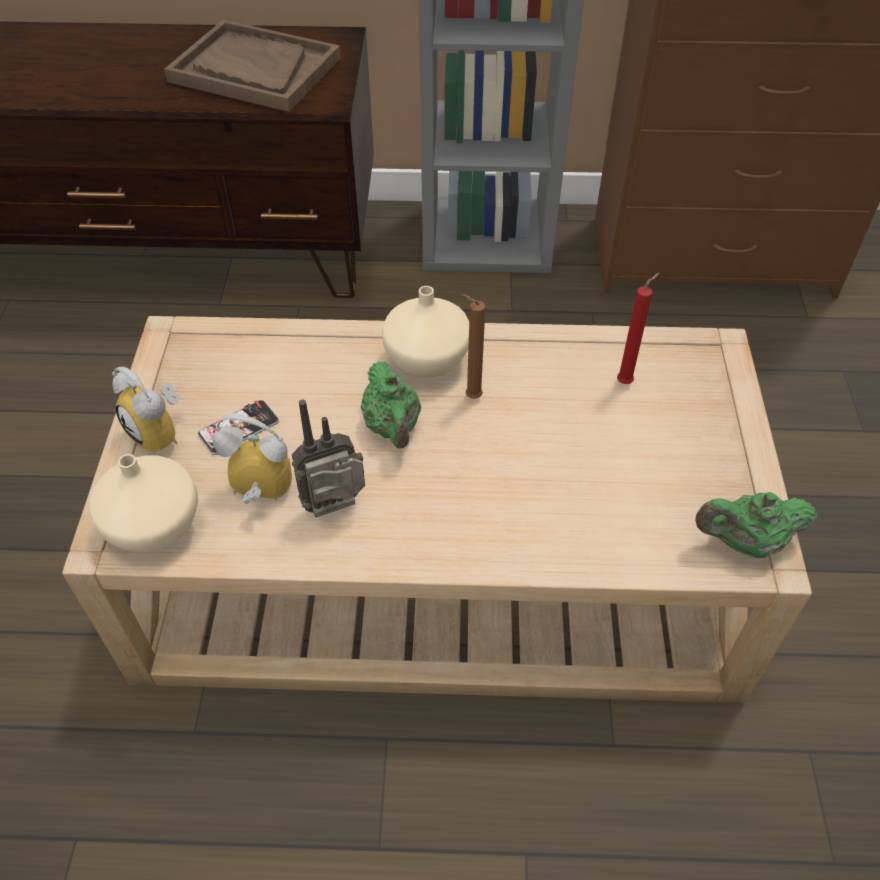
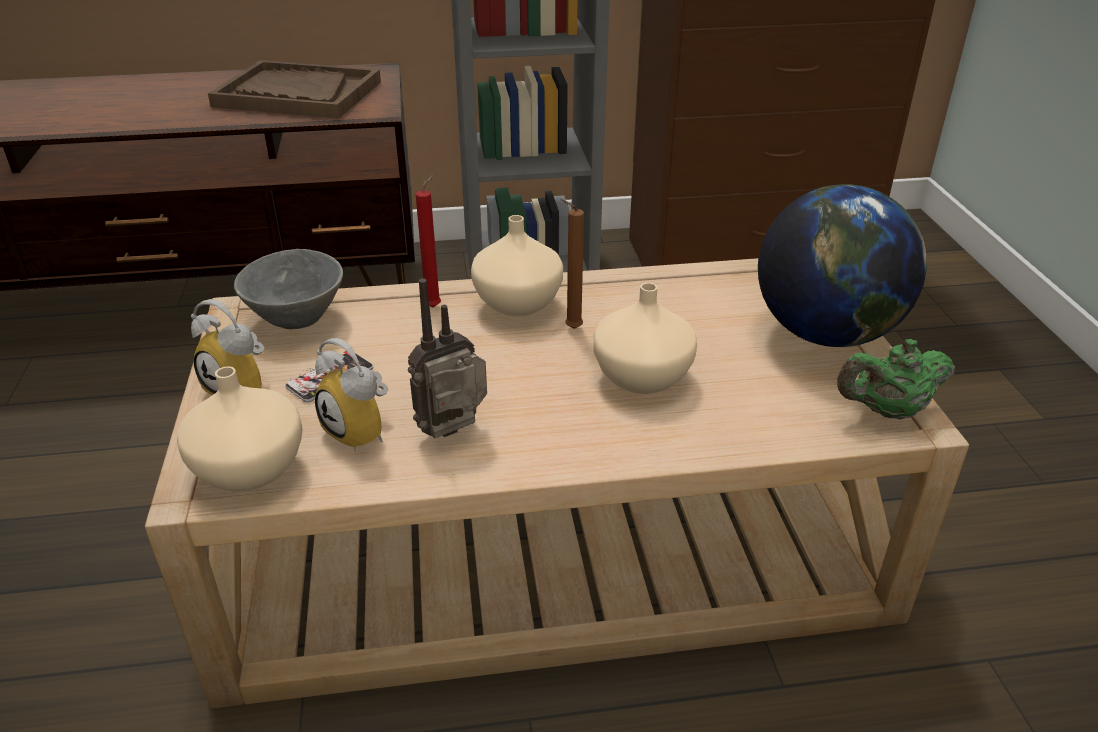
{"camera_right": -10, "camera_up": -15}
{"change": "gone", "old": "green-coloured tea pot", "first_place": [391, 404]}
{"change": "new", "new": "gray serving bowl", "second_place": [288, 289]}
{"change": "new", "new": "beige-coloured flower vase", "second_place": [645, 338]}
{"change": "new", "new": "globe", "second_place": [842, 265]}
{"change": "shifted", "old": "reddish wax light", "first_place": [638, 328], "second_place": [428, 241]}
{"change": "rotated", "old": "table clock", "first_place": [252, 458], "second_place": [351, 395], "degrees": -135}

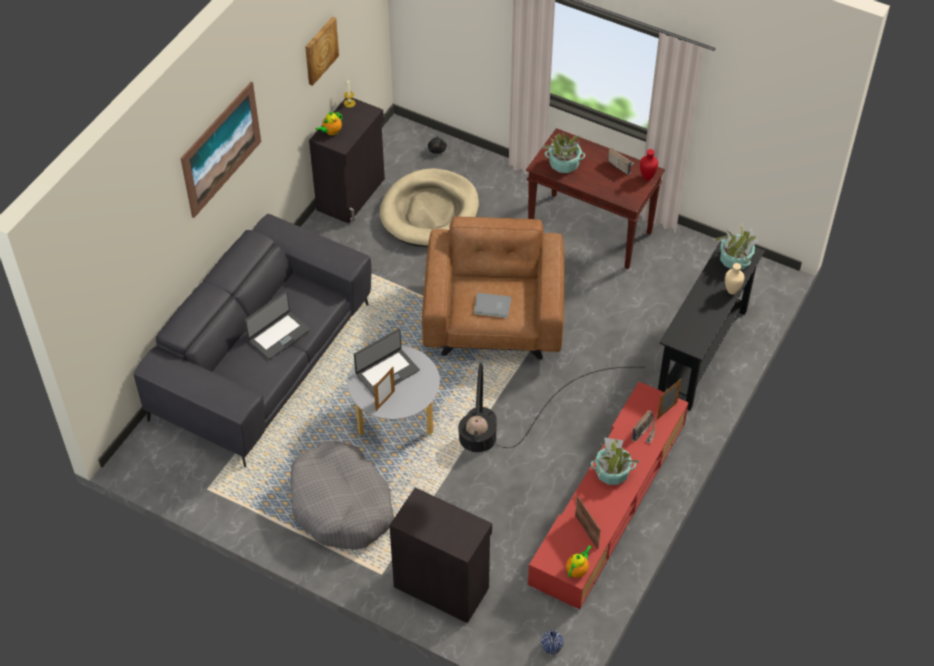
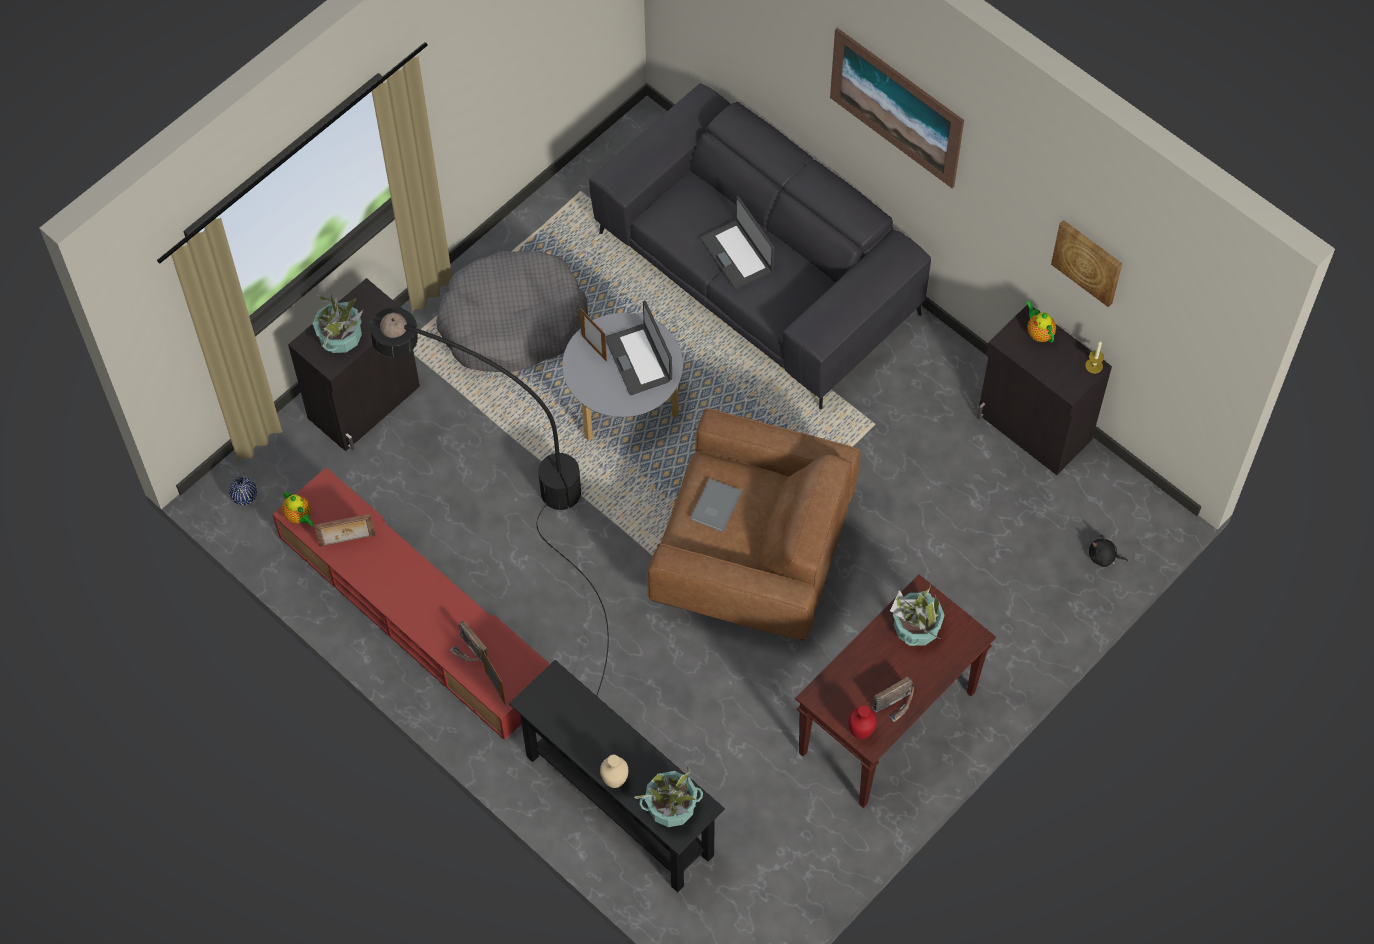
{"camera_right": 105, "camera_up": 10}
{"change": "gone", "old": "beige-coloured pet bed", "first_place": [429, 207]}
{"change": "shifted", "old": "potted plant", "first_place": [615, 461], "second_place": [338, 323]}

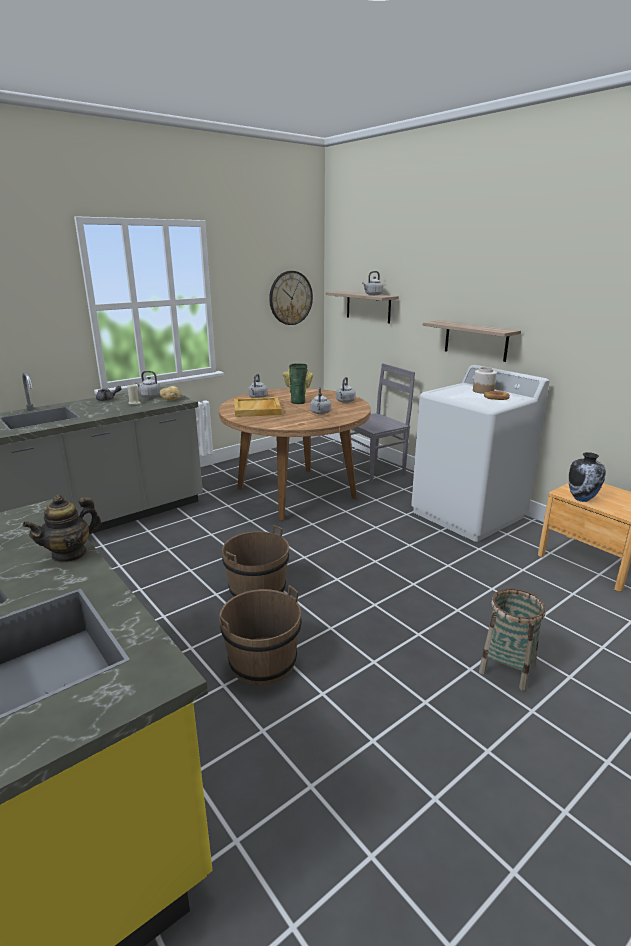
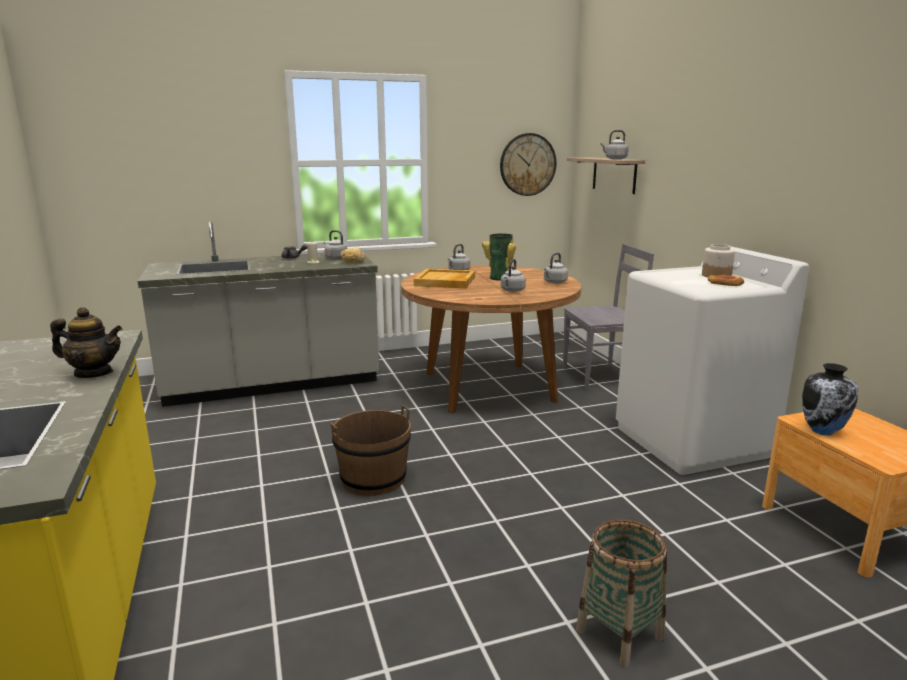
{"camera_right": 20, "camera_up": -5}
{"change": "gone", "old": "brownish pail", "first_place": [260, 635]}
{"change": "gone", "old": "wall shelf", "first_place": [472, 341]}
{"change": "rotated", "old": "tea pot", "first_place": [62, 528], "second_place": [86, 342], "degrees": -150}

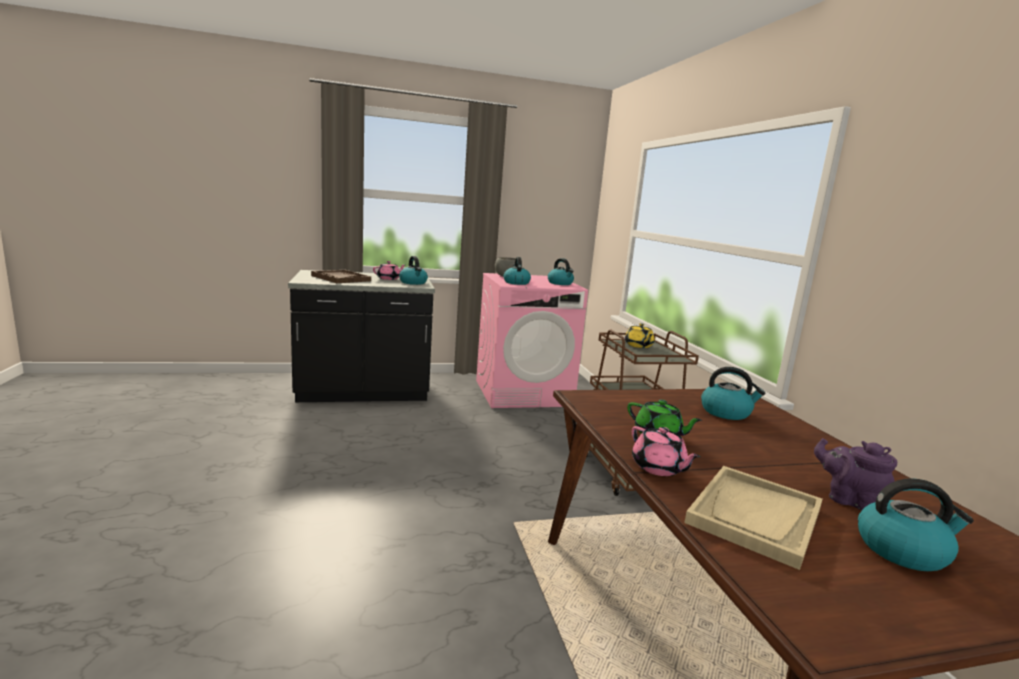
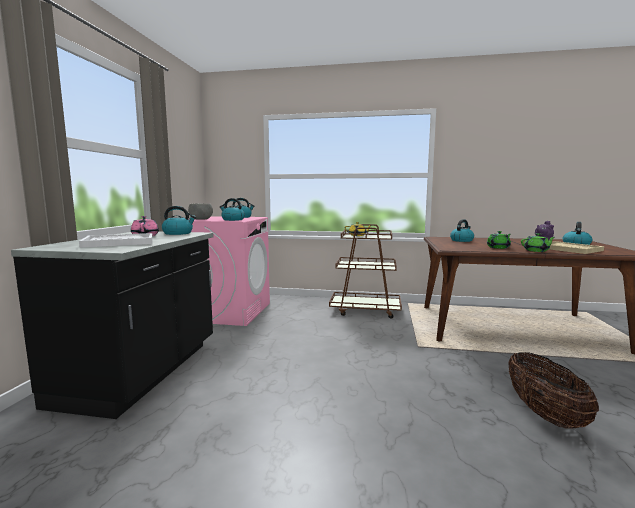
{"camera_right": -65, "camera_up": -5}
{"change": "new", "new": "storage basket", "second_place": [553, 390]}
{"change": "repainted", "old": "brownish carrying tray", "new": "whitish carrying tray", "first_place": [341, 276], "second_place": [116, 240]}
{"change": "repainted", "old": "pinkish tea pot", "new": "green-coloured tea pot", "first_place": [666, 451], "second_place": [538, 242]}

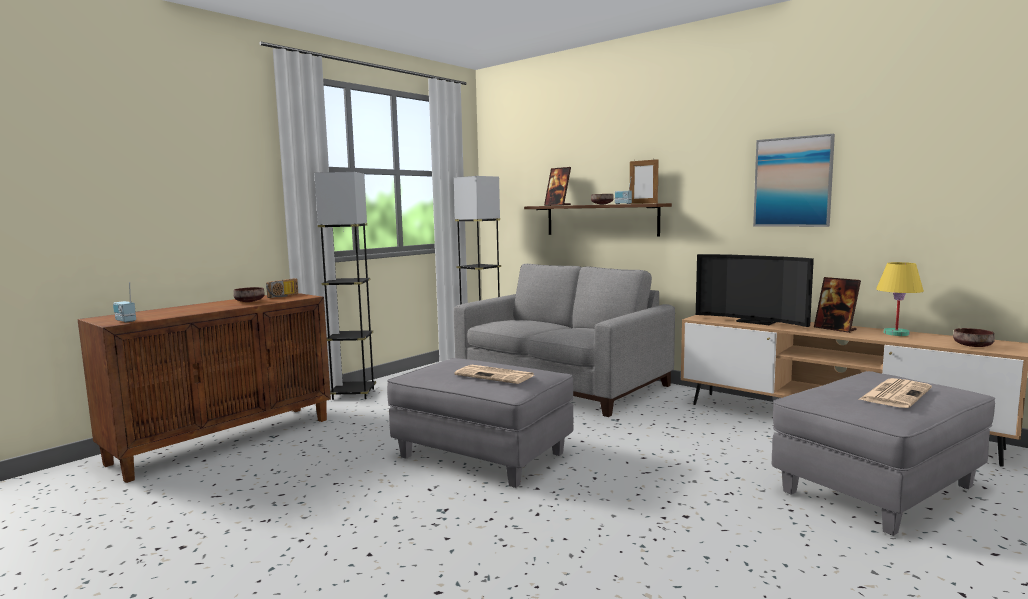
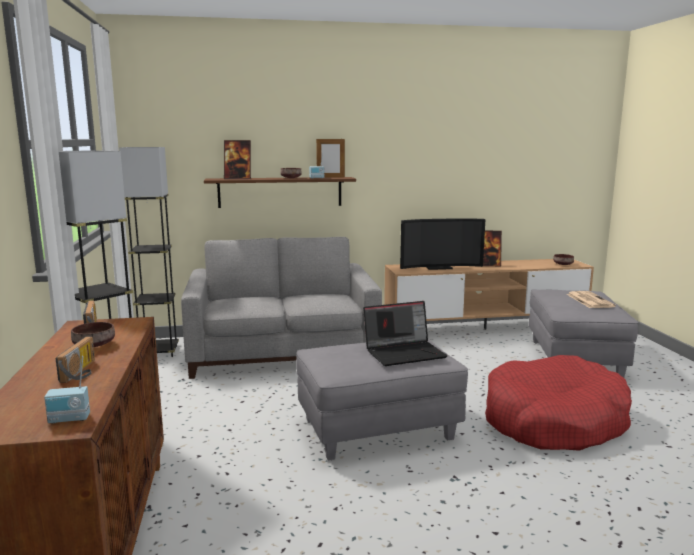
{"camera_right": -50, "camera_up": 5}
{"change": "gone", "old": "wall art", "first_place": [794, 180]}
{"change": "gone", "old": "yellow tabletop lamp", "first_place": [900, 299]}
{"change": "new", "new": "radio set", "second_place": [75, 360]}
{"change": "new", "new": "reddish pet bed", "second_place": [558, 403]}
{"change": "swapped", "old": "newspaper", "new": "portable computer", "first_place": [494, 374], "second_place": [405, 333]}

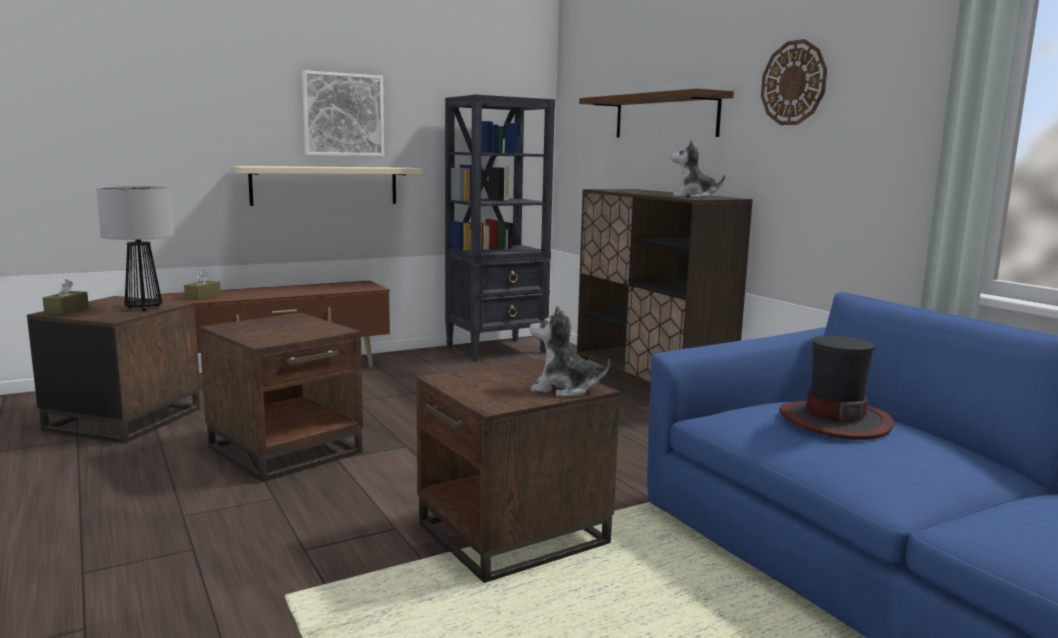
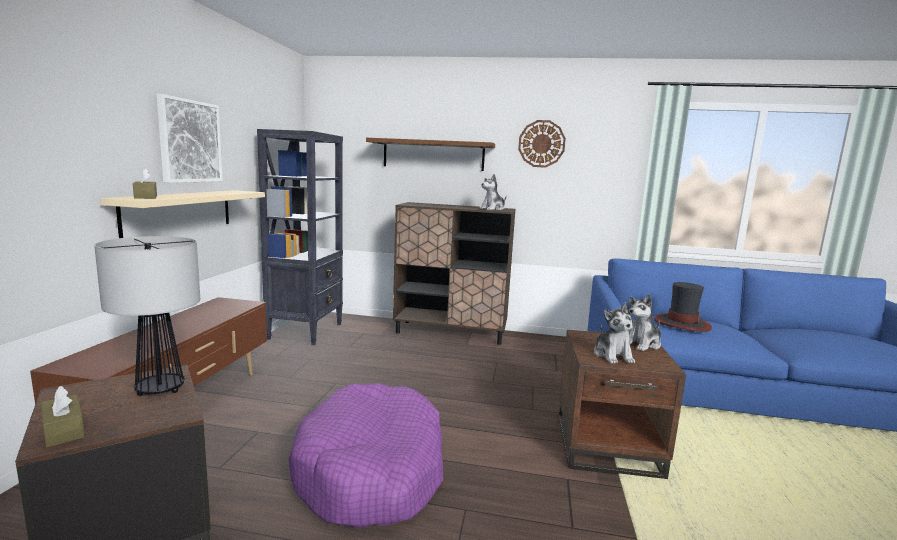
{"camera_right": -50, "camera_up": 0}
{"change": "new", "new": "soft toy", "second_place": [614, 333]}
{"change": "shifted", "old": "brownish box of tissues", "first_place": [202, 285], "second_place": [145, 183]}
{"change": "swapped", "old": "brownish accent table", "new": "purple-coloured pet bed", "first_place": [281, 397], "second_place": [365, 455]}

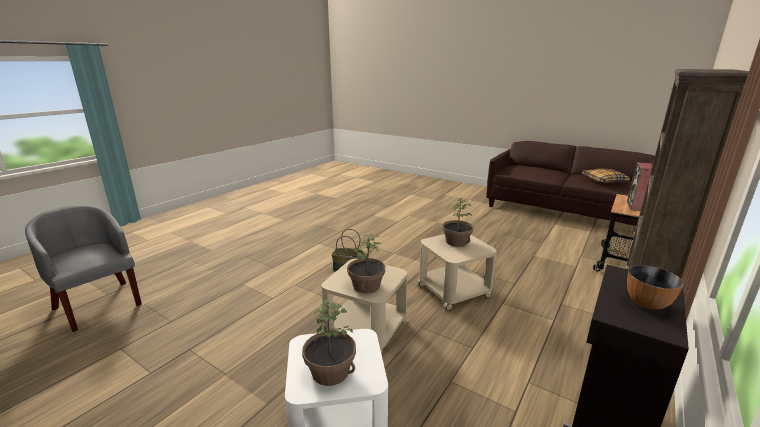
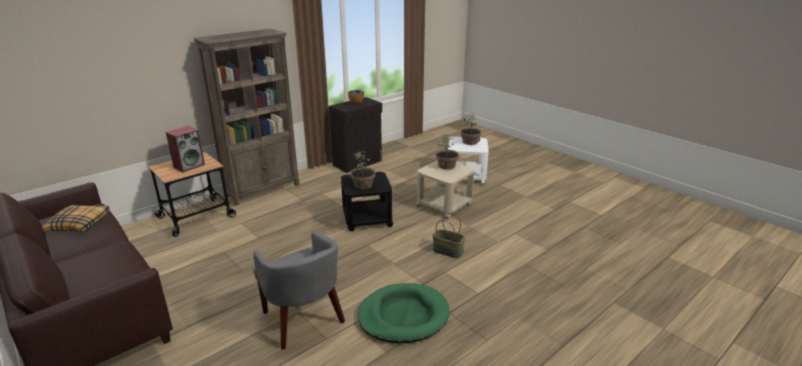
{"camera_right": -165, "camera_up": 5}
{"change": "new", "new": "green-coloured pet bed", "second_place": [403, 313]}
{"change": "shifted", "old": "gray easy chair", "first_place": [83, 268], "second_place": [299, 290]}
{"change": "repainted", "old": "beige-coloured accent table", "new": "black-coloured accent table", "first_place": [457, 272], "second_place": [367, 201]}

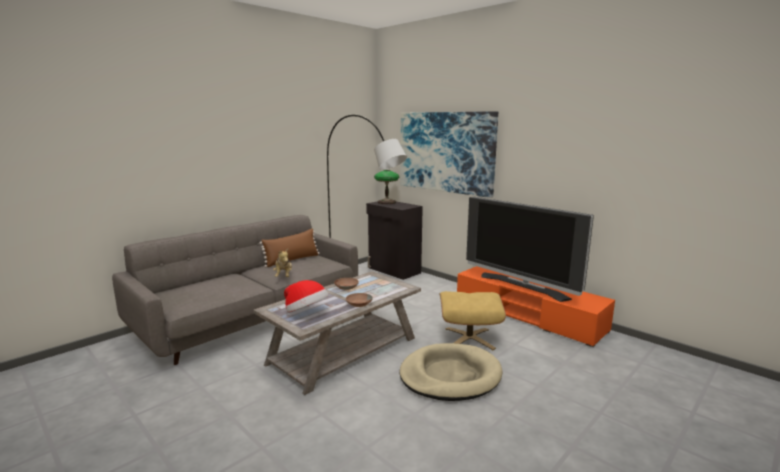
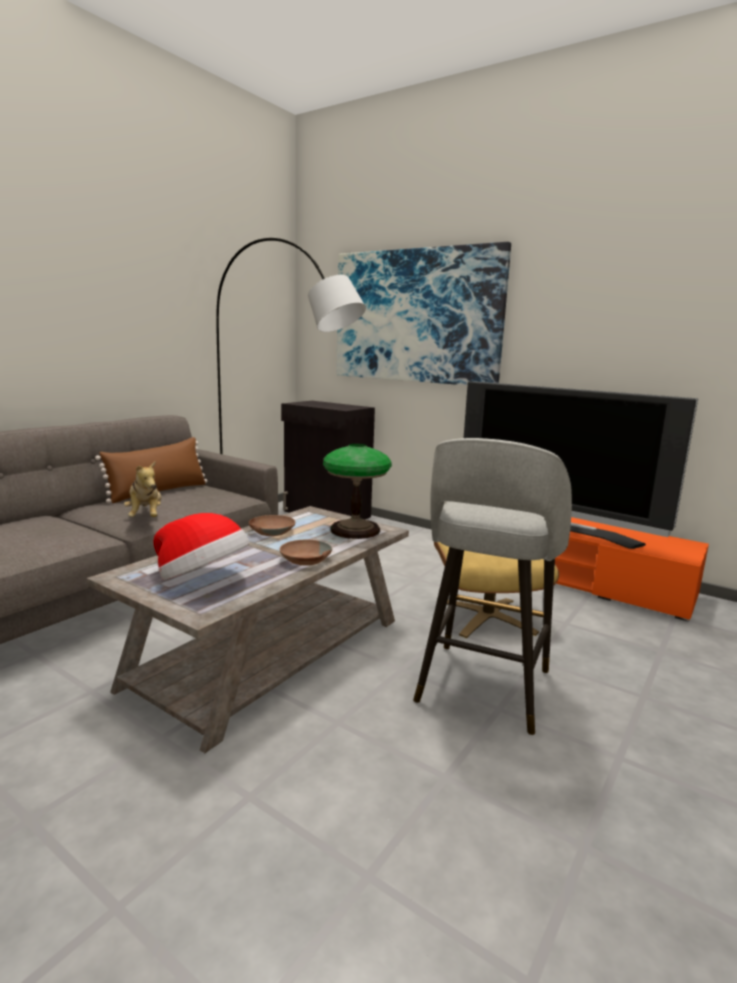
{"camera_right": -10, "camera_up": 0}
{"change": "shifted", "old": "tabletop lamp", "first_place": [386, 187], "second_place": [357, 491]}
{"change": "swapped", "old": "beige-coloured pet bed", "new": "gray stool seat", "first_place": [451, 372], "second_place": [492, 586]}

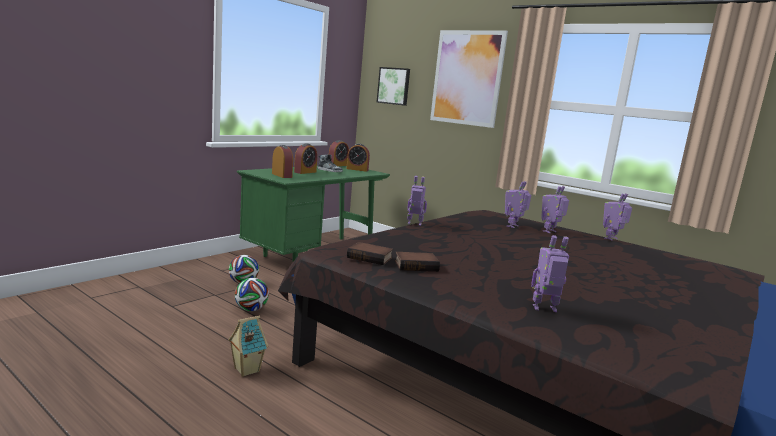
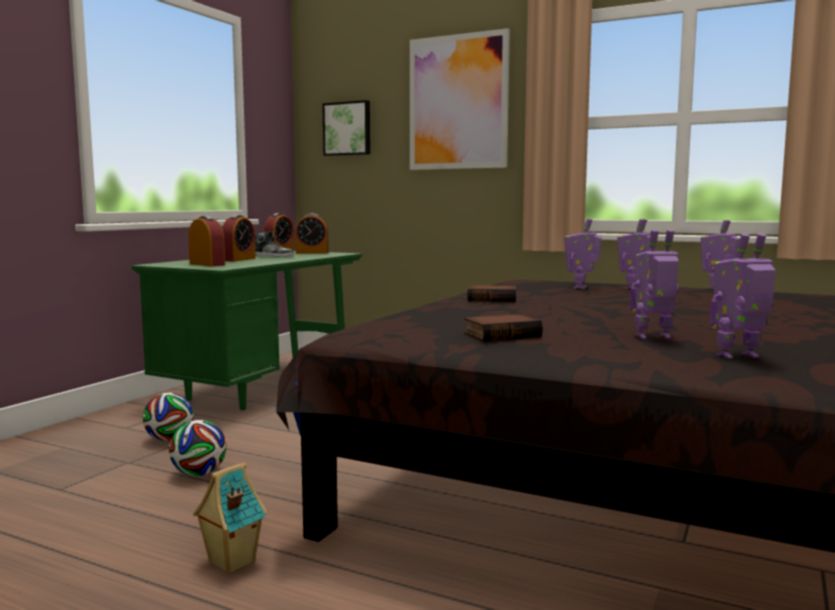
{"camera_right": -10, "camera_up": -5}
{"change": "shifted", "old": "book", "first_place": [370, 253], "second_place": [491, 293]}
{"change": "shifted", "old": "model robot", "first_place": [417, 201], "second_place": [654, 284]}

